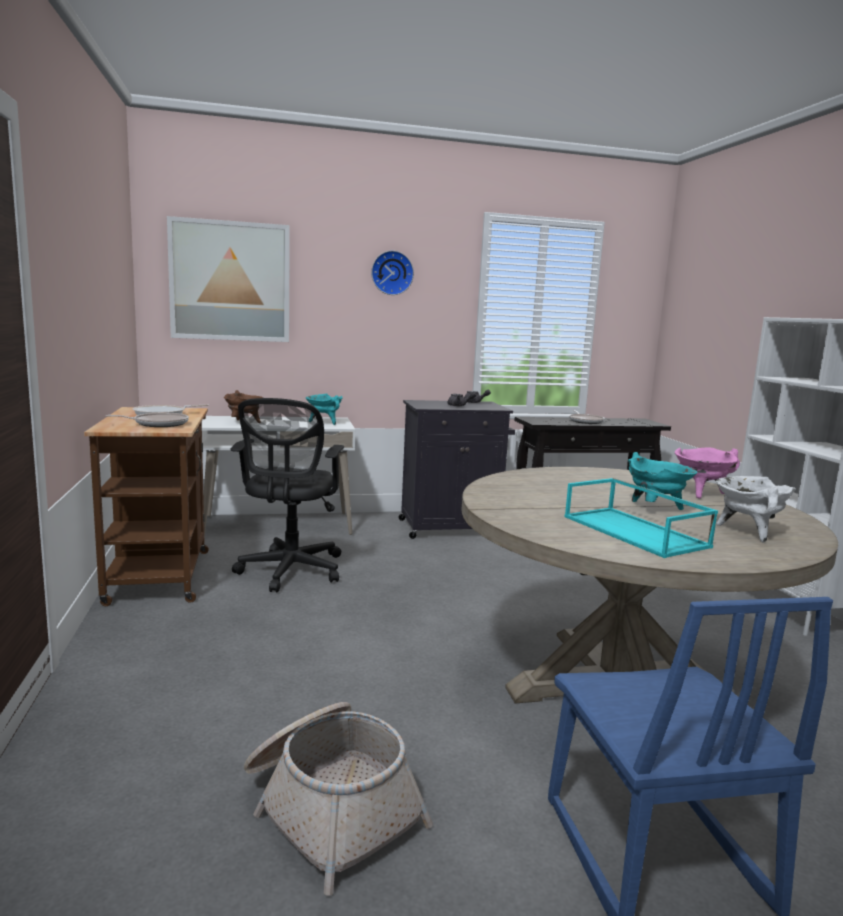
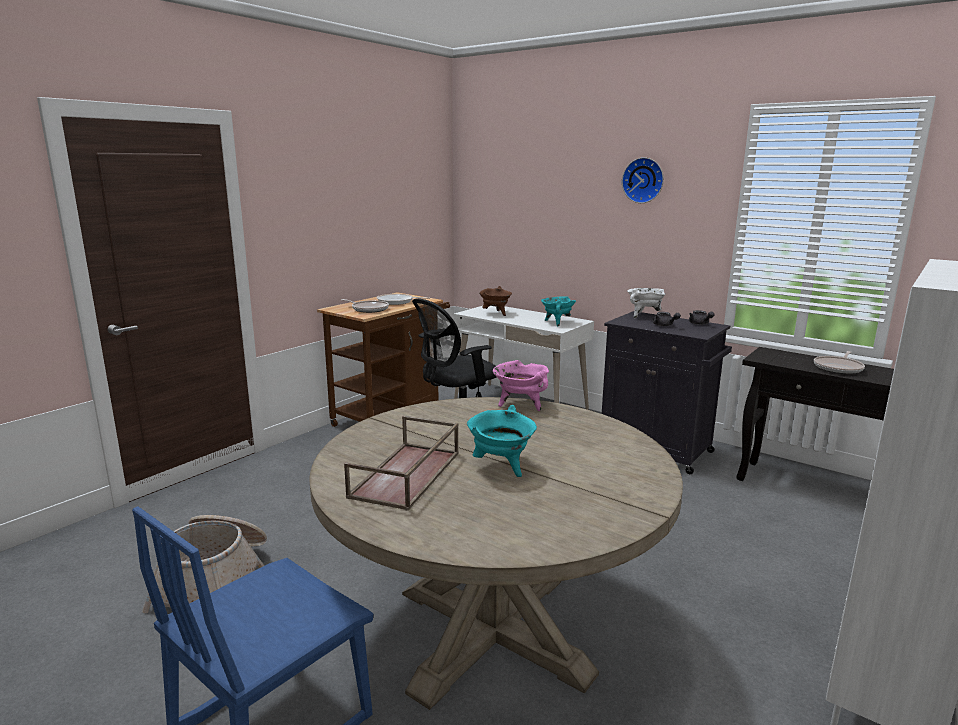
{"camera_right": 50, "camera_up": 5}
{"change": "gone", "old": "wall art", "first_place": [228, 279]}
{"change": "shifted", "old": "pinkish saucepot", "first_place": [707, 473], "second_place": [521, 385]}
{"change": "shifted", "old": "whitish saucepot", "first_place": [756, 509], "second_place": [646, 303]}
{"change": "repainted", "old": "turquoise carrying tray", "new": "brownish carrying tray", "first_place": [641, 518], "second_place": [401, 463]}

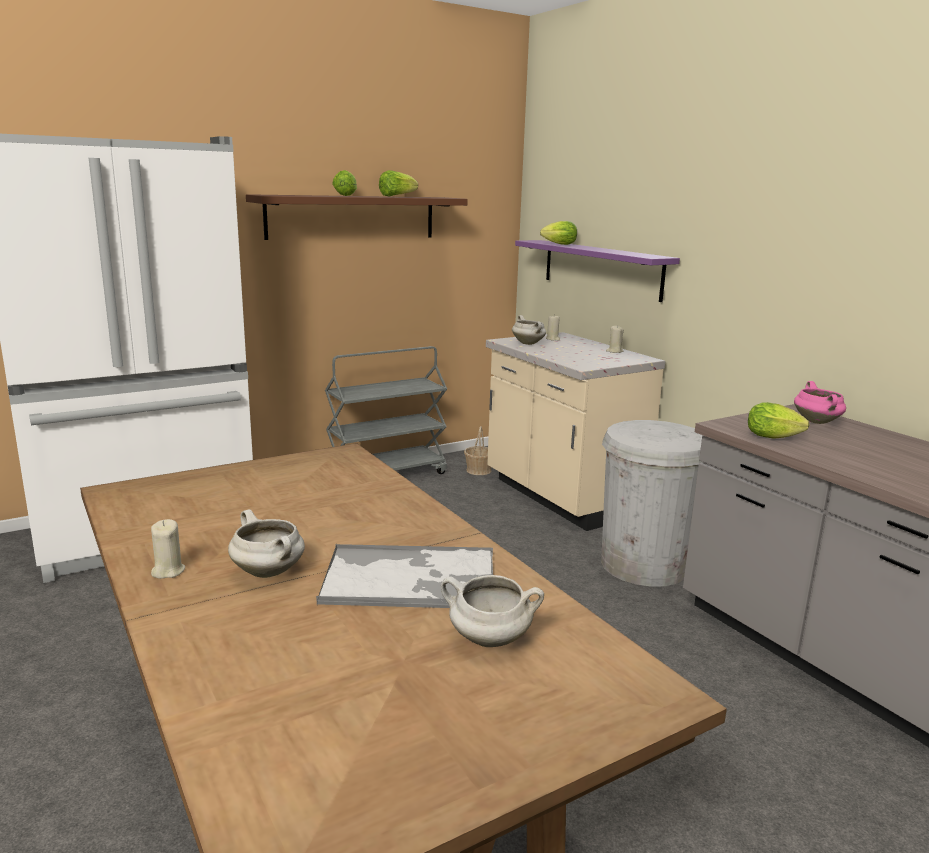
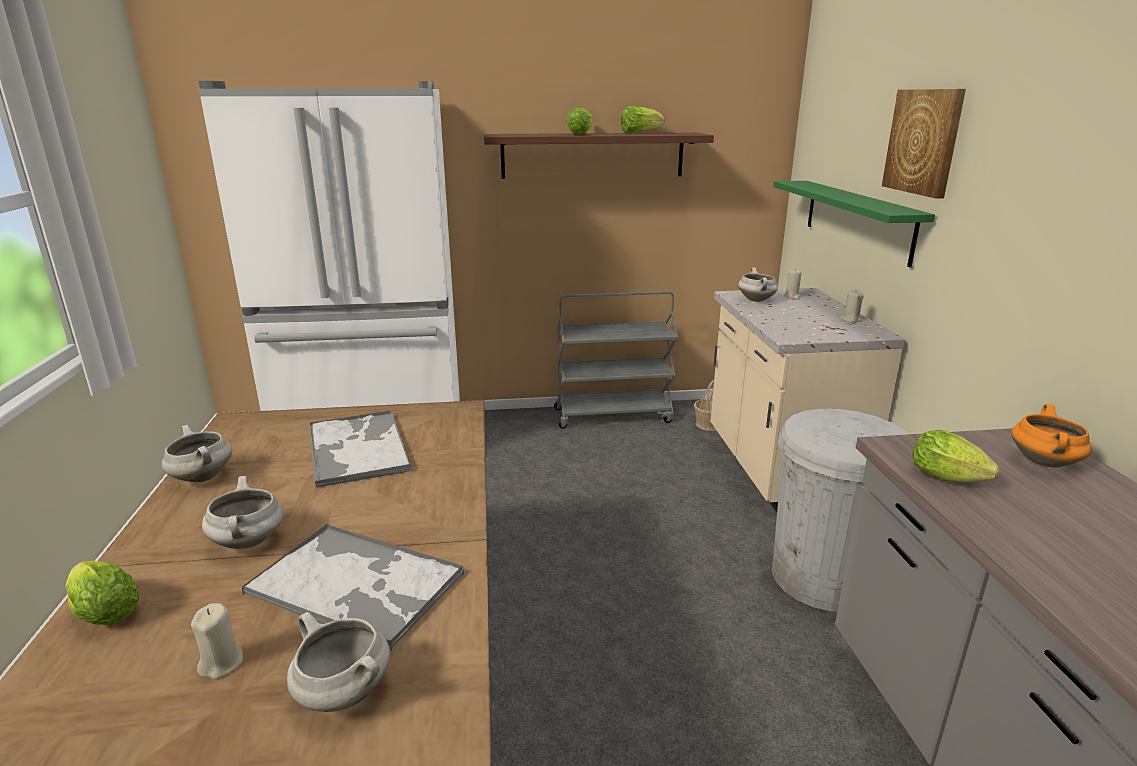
{"camera_right": 25, "camera_up": 5}
{"change": "new", "new": "whitish saucepot", "second_place": [197, 453]}
{"change": "new", "new": "carrying tray", "second_place": [361, 449]}
{"change": "new", "new": "wall art", "second_place": [924, 144]}
{"change": "shifted", "old": "beige-coloured wax light", "first_place": [168, 549], "second_place": [217, 641]}
{"change": "shifted", "old": "head of lettuce", "first_place": [558, 233], "second_place": [102, 593]}
{"change": "repainted", "old": "purple-coloured wall shelf", "new": "green-coloured wall shelf", "first_place": [597, 271], "second_place": [854, 224]}
{"change": "repainted", "old": "pinkish saucepot", "new": "orangey saucepot", "first_place": [820, 402], "second_place": [1052, 435]}

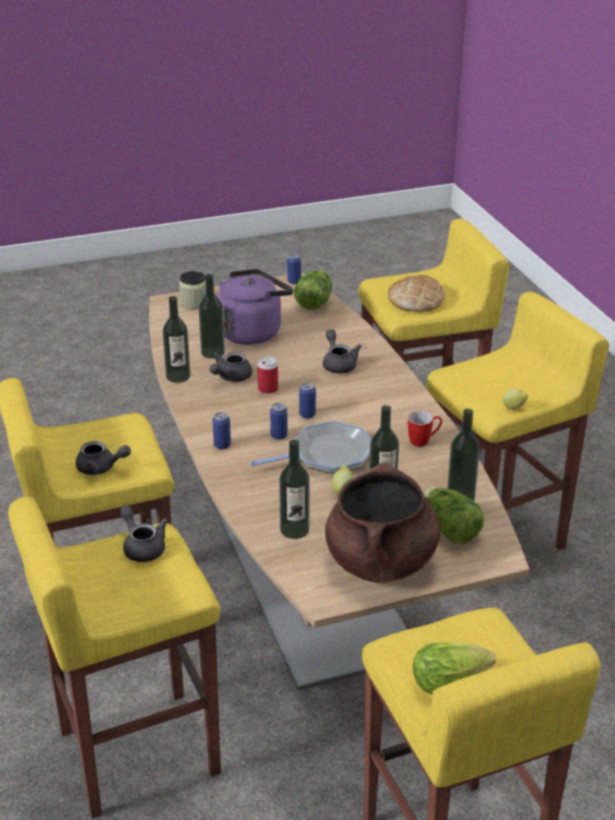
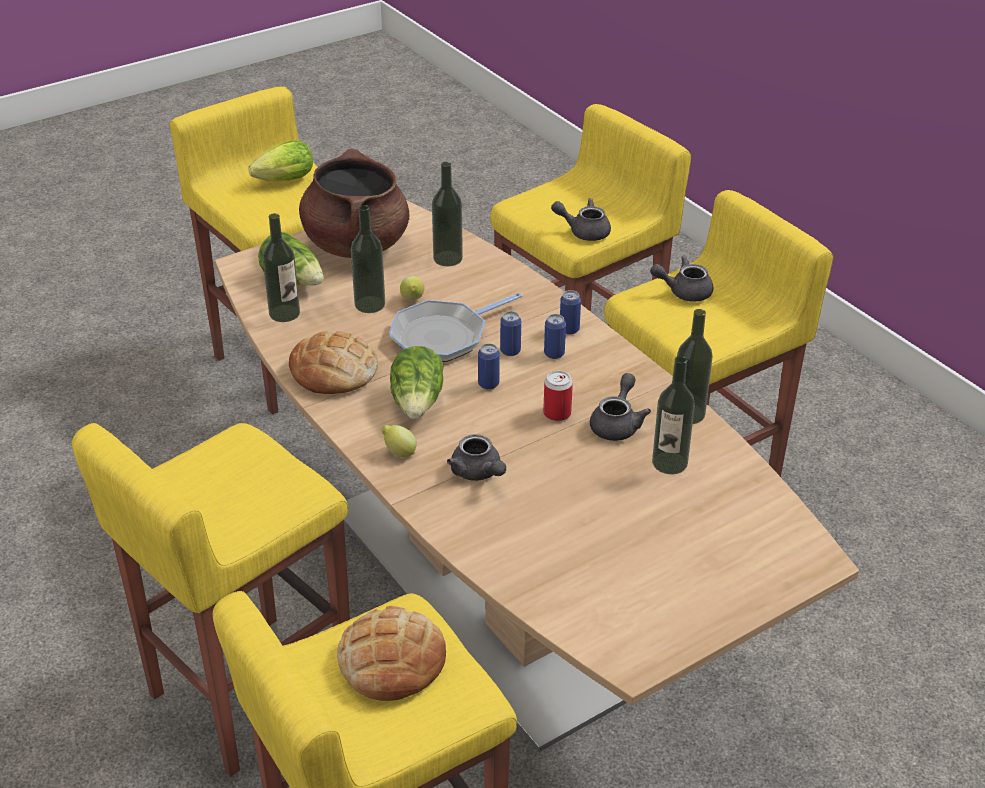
{"camera_right": 165, "camera_up": 5}
{"change": "gone", "old": "storage jar", "first_place": [192, 290]}
{"change": "gone", "old": "purple-coloured kettle", "first_place": [255, 307]}
{"change": "shifted", "old": "metal can", "first_place": [294, 269], "second_place": [555, 336]}
{"change": "shifted", "old": "head of lettuce", "first_place": [313, 290], "second_place": [416, 382]}
{"change": "shifted", "old": "citrus fruit", "first_place": [515, 399], "second_place": [399, 441]}
{"change": "swapped", "old": "coffee mug", "new": "bakery bread", "first_place": [425, 429], "second_place": [333, 362]}
{"change": "rotated", "old": "gray tea pot", "first_place": [144, 533], "second_place": [581, 219], "degrees": 150}

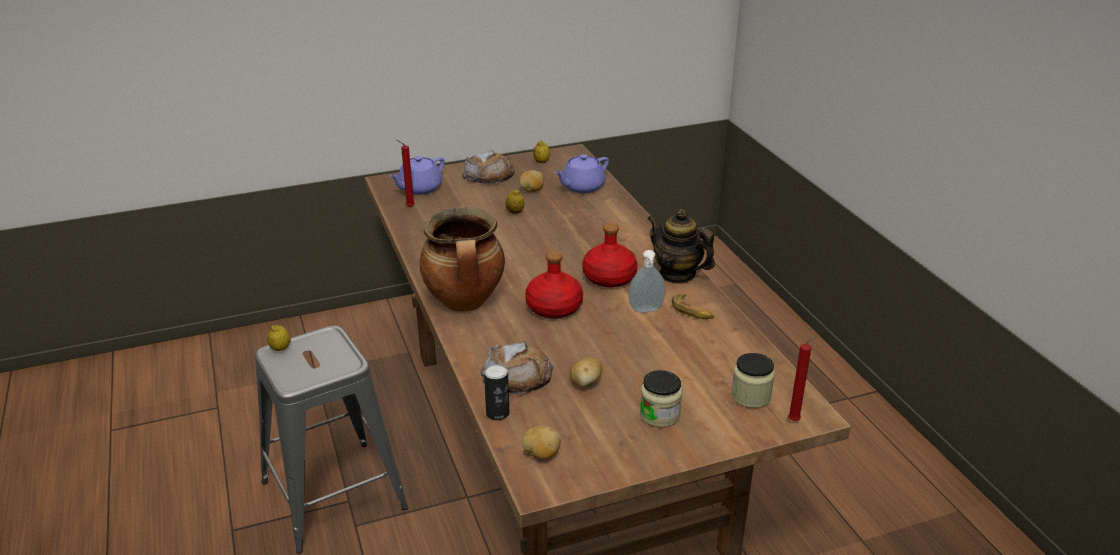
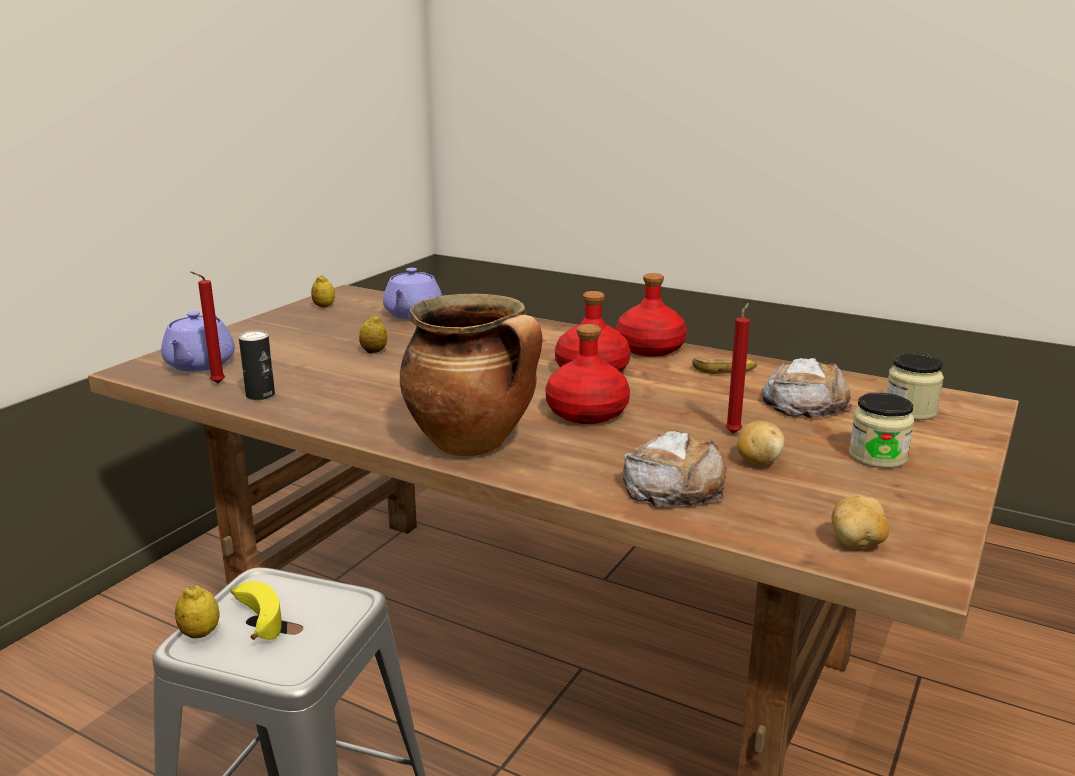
{"camera_right": -40, "camera_up": -10}
{"change": "gone", "old": "whole potato", "first_place": [531, 181]}
{"change": "gone", "old": "liquid soap bottle", "first_place": [647, 281]}
{"change": "new", "new": "banana", "second_place": [256, 610]}
{"change": "shifted", "old": "bakery bread", "first_place": [488, 167], "second_place": [807, 388]}
{"change": "shifted", "old": "metal can", "first_place": [497, 392], "second_place": [257, 365]}
{"change": "shifted", "old": "reddish wax light", "first_place": [802, 378], "second_place": [737, 368]}
{"change": "swapped", "old": "tea pot", "new": "reddish beverage bottle", "first_place": [681, 246], "second_place": [651, 315]}

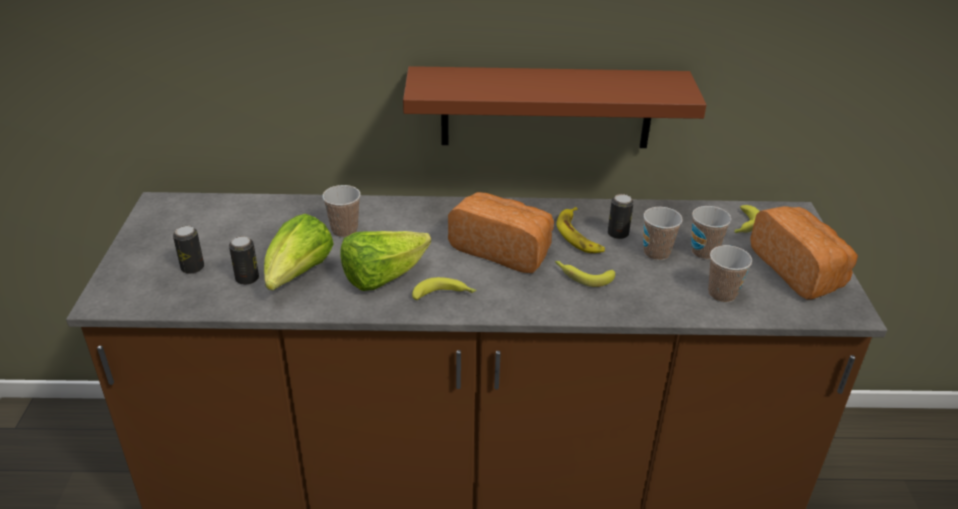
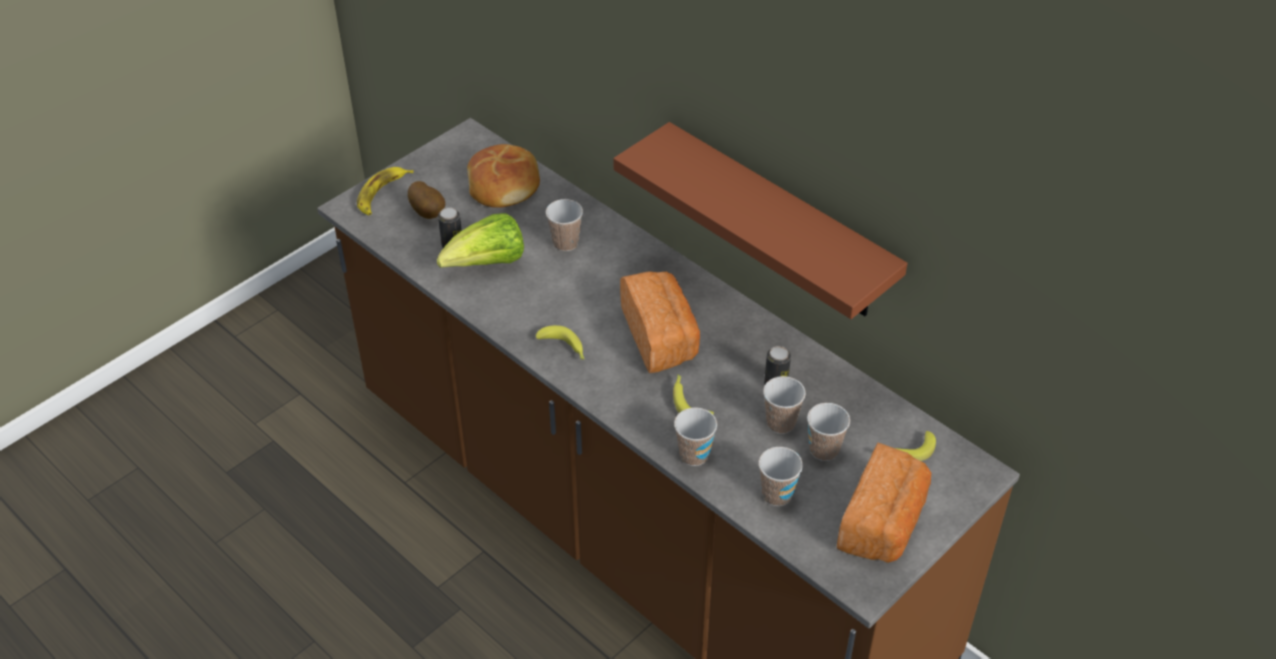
{"camera_right": 45, "camera_up": 10}
{"change": "gone", "old": "head of lettuce", "first_place": [385, 261]}
{"change": "new", "new": "bakery bread", "second_place": [503, 176]}
{"change": "new", "new": "cup", "second_place": [695, 437]}
{"change": "shifted", "old": "banana", "first_place": [580, 230], "second_place": [385, 191]}
{"change": "swapped", "old": "metal can", "new": "whole potato", "first_place": [188, 249], "second_place": [426, 200]}

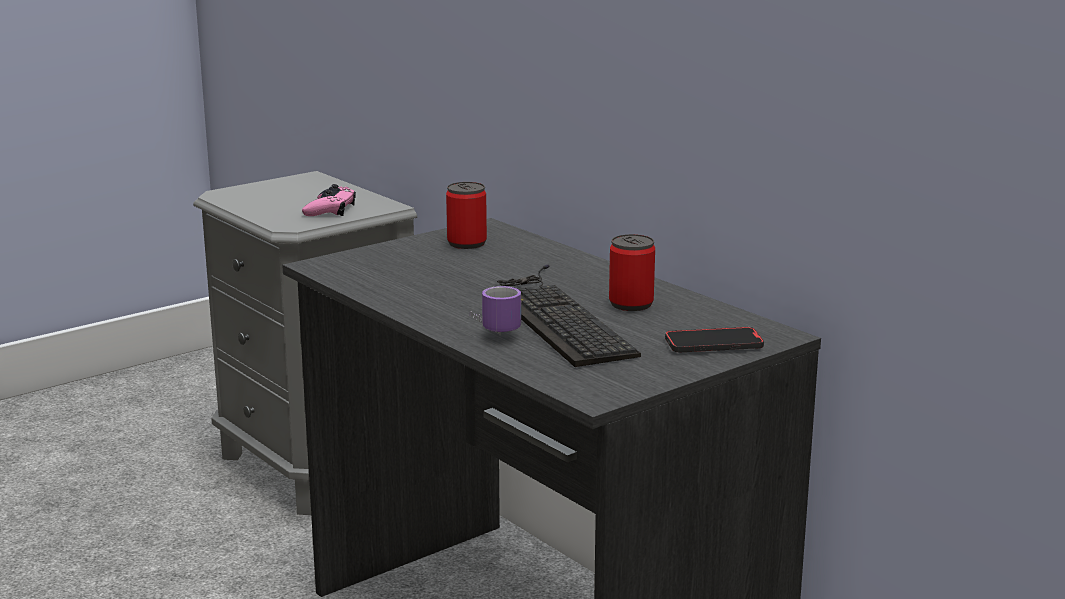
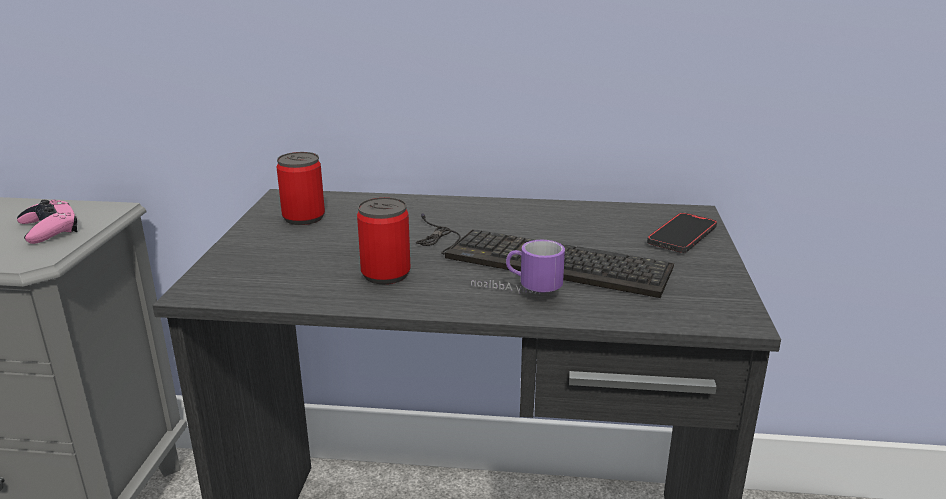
{"camera_right": -45, "camera_up": 5}
{"change": "shifted", "old": "metal can", "first_place": [632, 272], "second_place": [384, 240]}

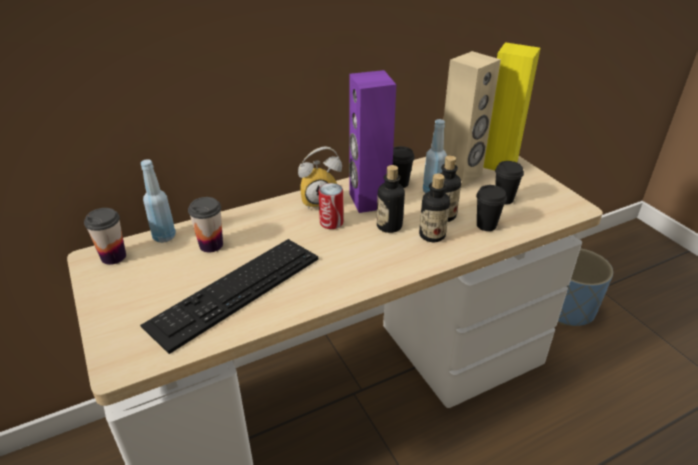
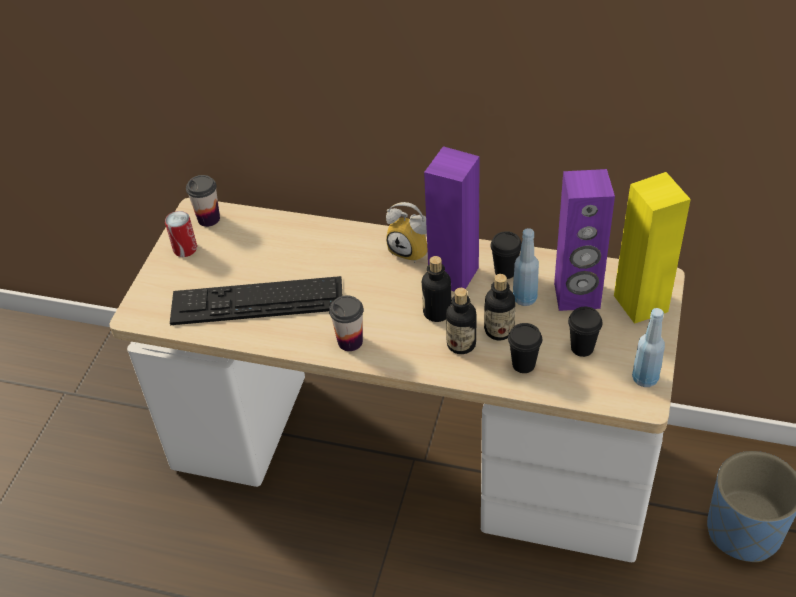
{"camera_right": 45, "camera_up": 10}
{"change": "shifted", "old": "bluish beverage bottle", "first_place": [158, 201], "second_place": [648, 347]}
{"change": "shifted", "old": "cup", "first_place": [205, 224], "second_place": [346, 323]}
{"change": "shifted", "old": "metal can", "first_place": [331, 206], "second_place": [181, 234]}
{"change": "repainted", "old": "beige-coloured audio speaker", "new": "purple-coloured audio speaker", "first_place": [472, 119], "second_place": [584, 240]}

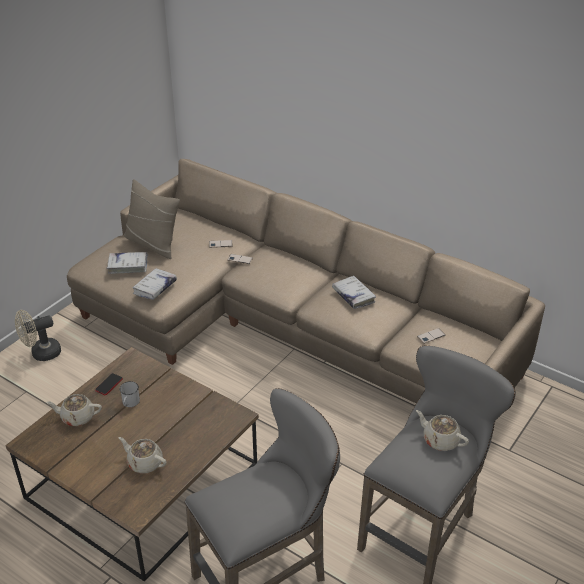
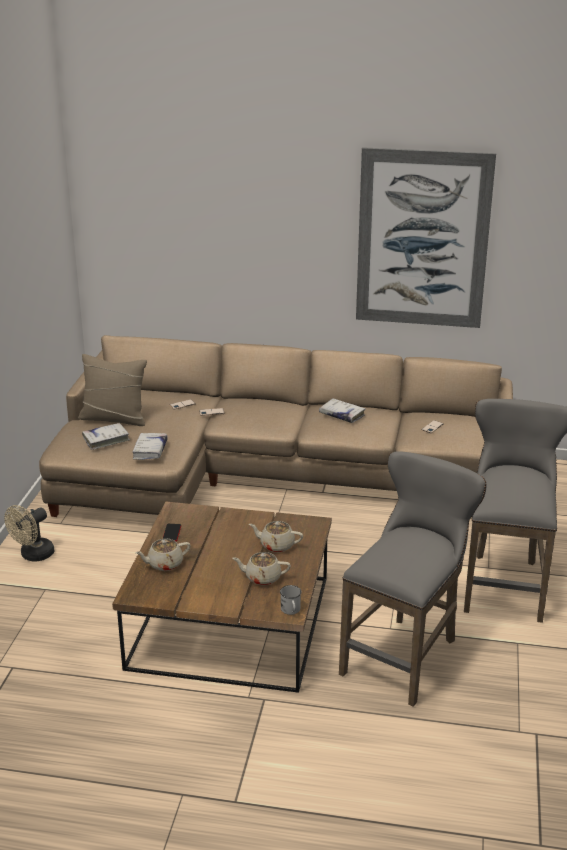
{"camera_right": -25, "camera_up": -10}
{"change": "new", "new": "wall art", "second_place": [426, 237]}
{"change": "shifted", "old": "whitish coffee mug", "first_place": [129, 394], "second_place": [290, 600]}
{"change": "shifted", "old": "beige-coloured tea pot", "first_place": [442, 430], "second_place": [276, 536]}

